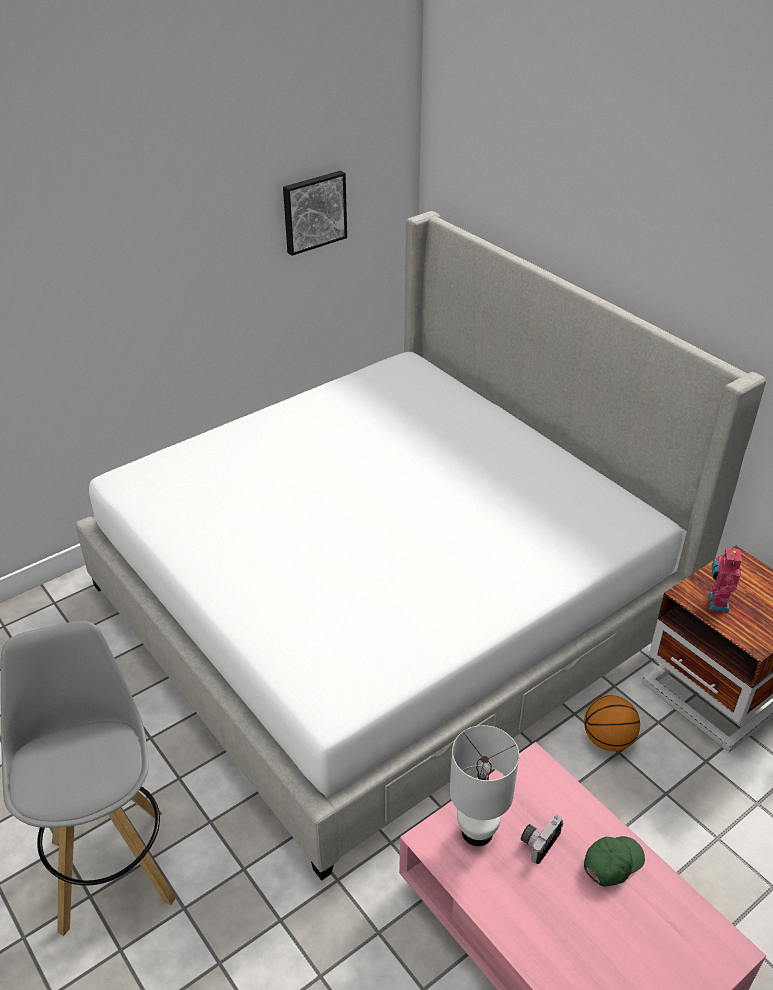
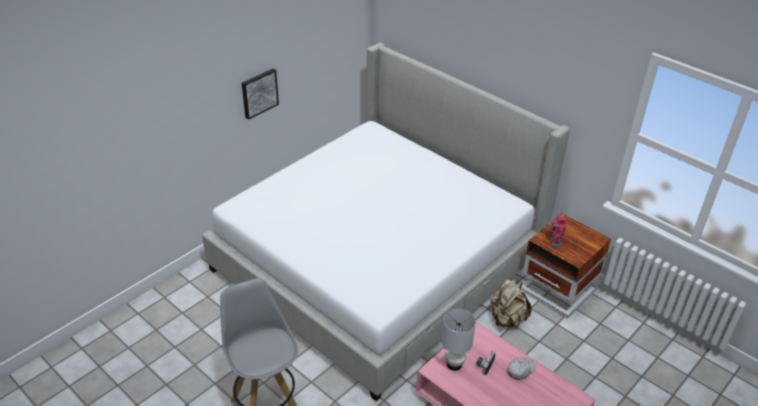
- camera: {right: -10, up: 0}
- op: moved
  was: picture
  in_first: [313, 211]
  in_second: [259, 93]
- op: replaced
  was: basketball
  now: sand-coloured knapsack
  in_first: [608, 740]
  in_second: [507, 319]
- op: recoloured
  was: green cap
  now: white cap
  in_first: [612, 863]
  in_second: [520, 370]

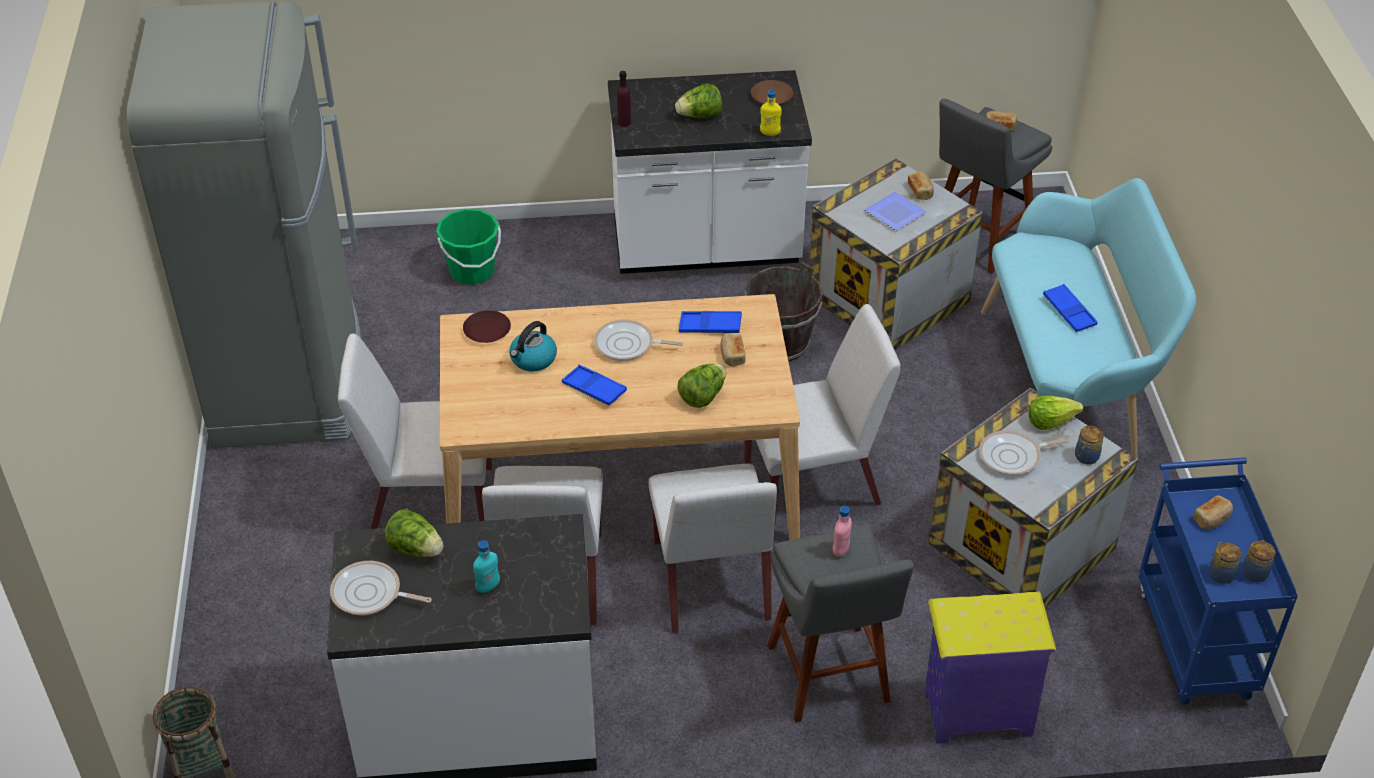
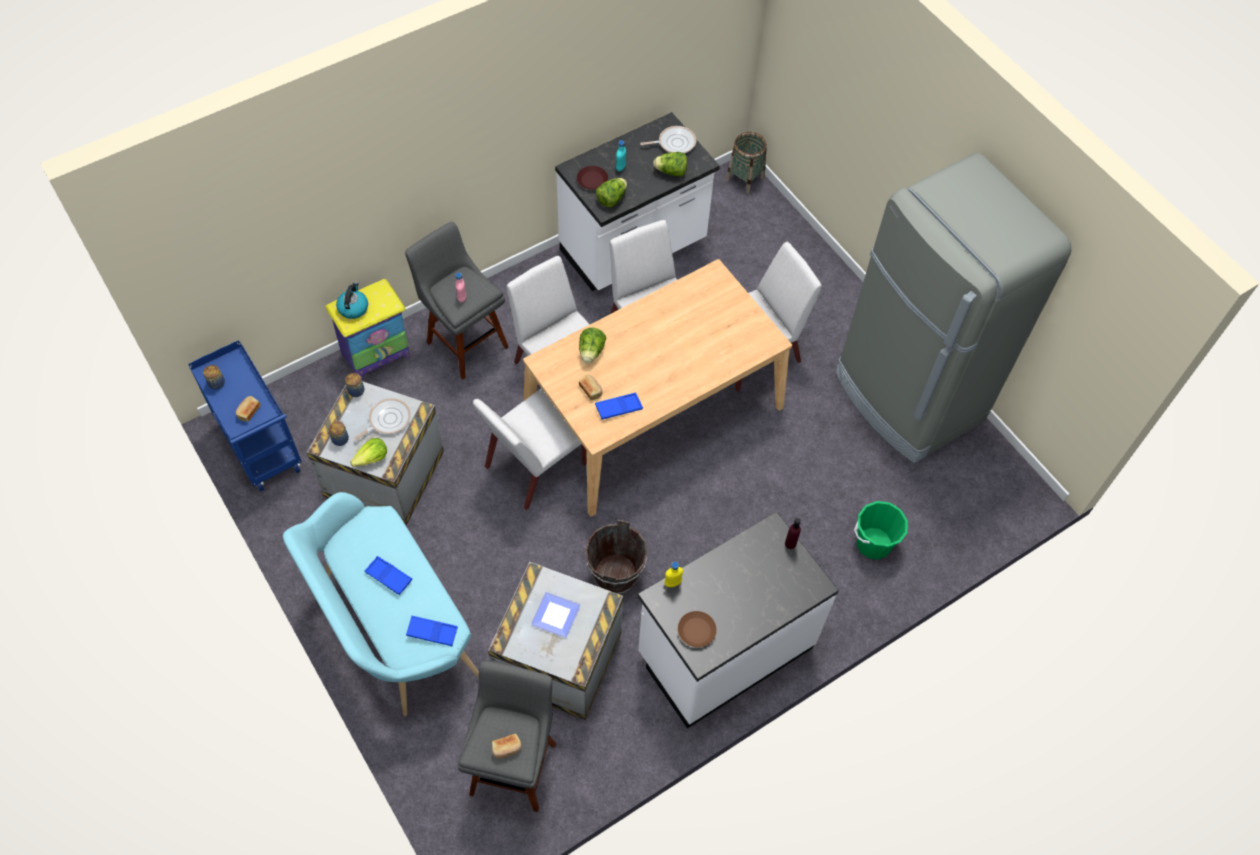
- camera: {right: 150, up: 15}
- op: moved
  was: head of lettuce
  in_first: [700, 115]
  in_second: [611, 199]
- op: removed
  was: baked bread
  in_first: [920, 191]
- op: moved
  was: brown-coloured plate
  in_first: [486, 331]
  in_second: [592, 180]
- op: removed
  was: frying pan
  in_first: [627, 345]
- op: moved
  was: water kettle
  in_first: [533, 359]
  in_second: [353, 308]
- op: moved
  was: blue-coloured tray
  in_first: [594, 389]
  in_second: [432, 632]
- op: moved
  was: preserve jar
  in_first: [1220, 573]
  in_second: [357, 391]

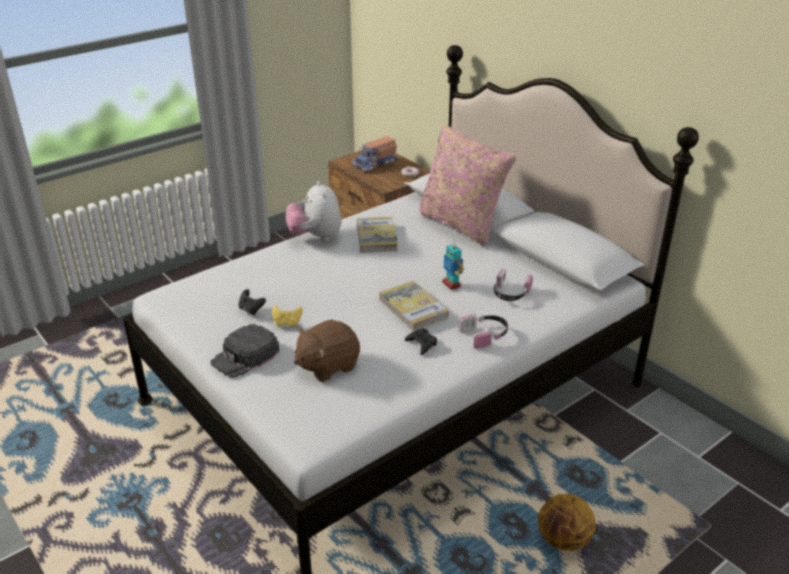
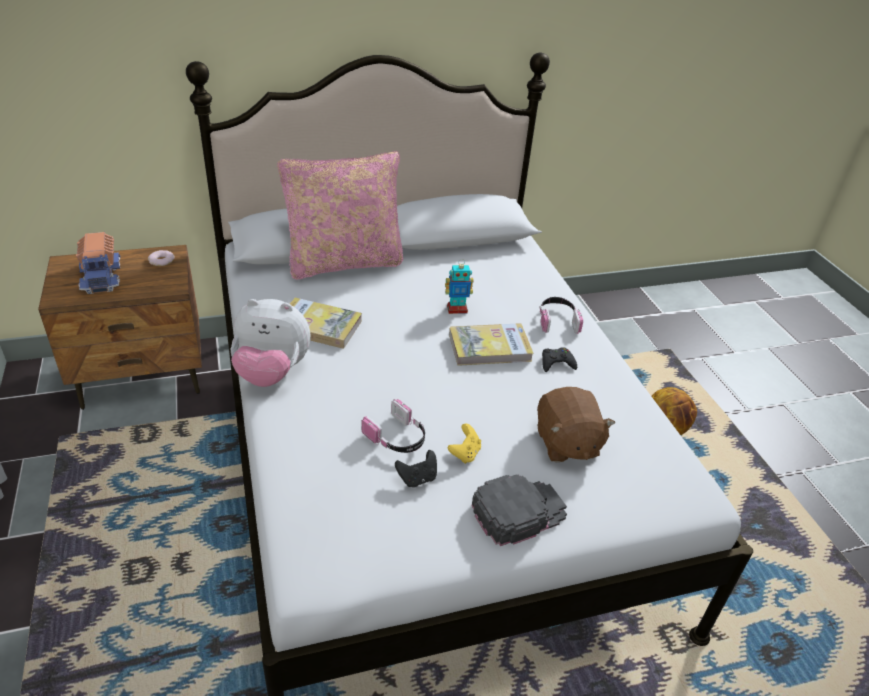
- camera: {right: -70, up: 5}
- op: moved
  was: headset
  in_first: [510, 293]
  in_second: [397, 438]
- op: turned
  was: black-coloured cap
  in_first: [245, 356]
  in_second: [518, 511]
  clockwise: -90

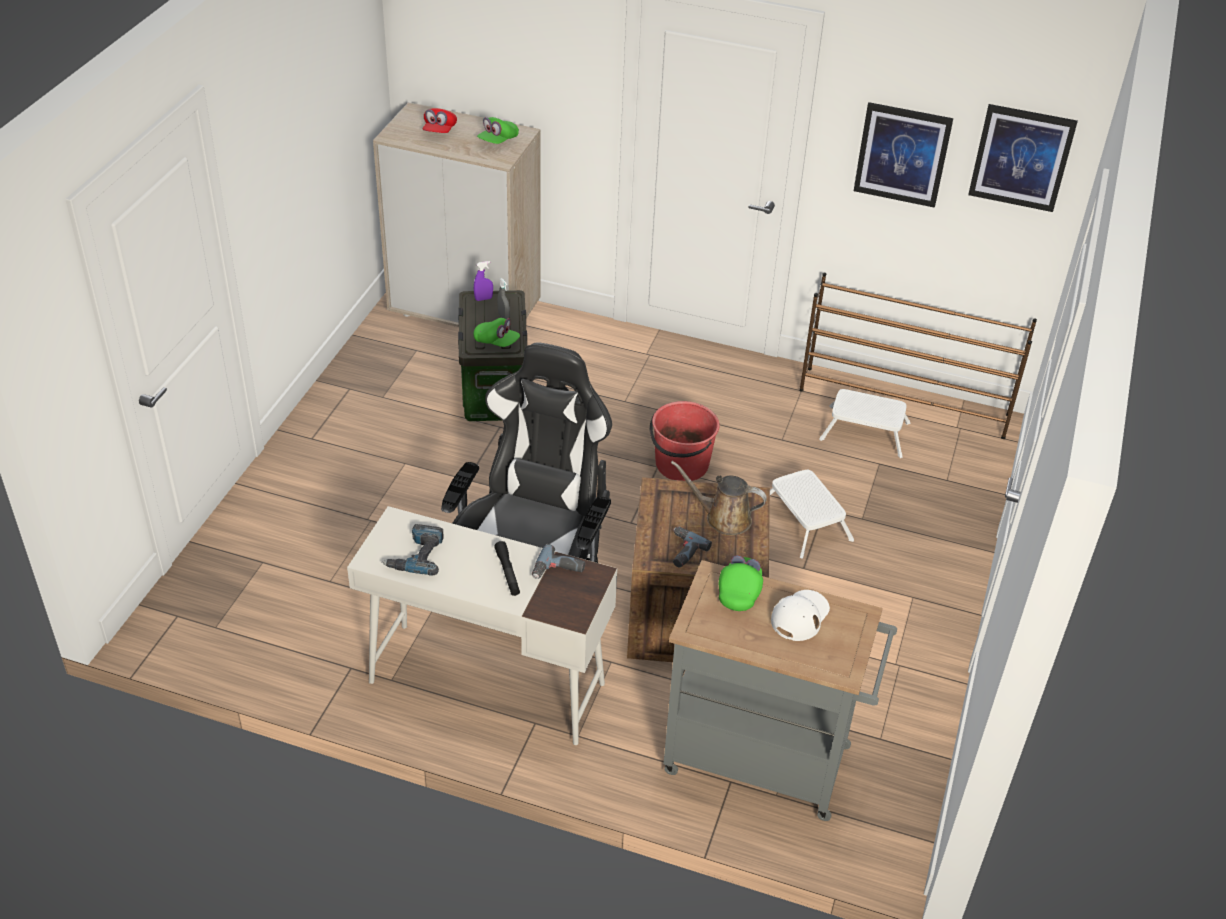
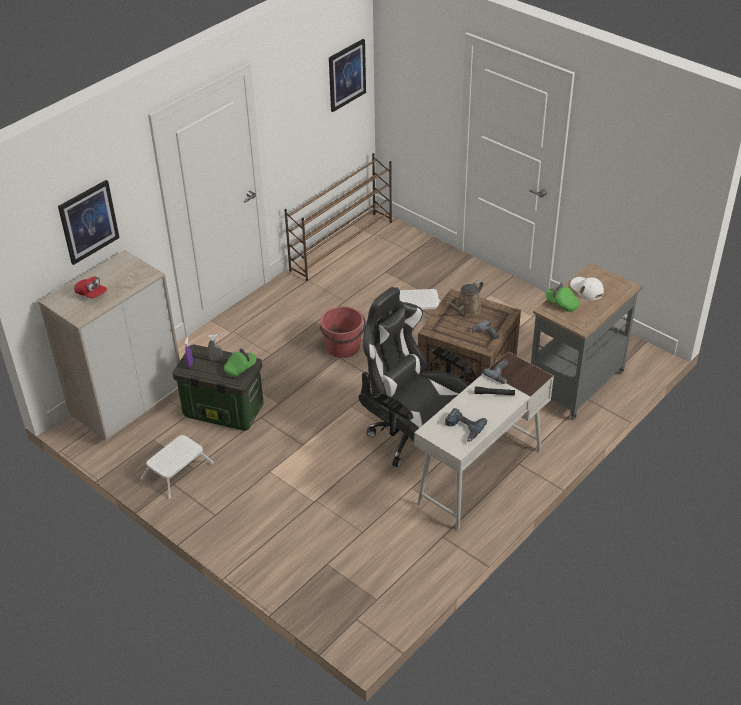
- camera: {right: -65, up: 0}
- op: moved
  was: picture
  in_first: [902, 154]
  in_second: [88, 221]
- op: removed
  was: green cap
  in_first: [498, 141]
- op: moved
  was: white step stool
  in_first: [865, 431]
  in_second: [177, 471]

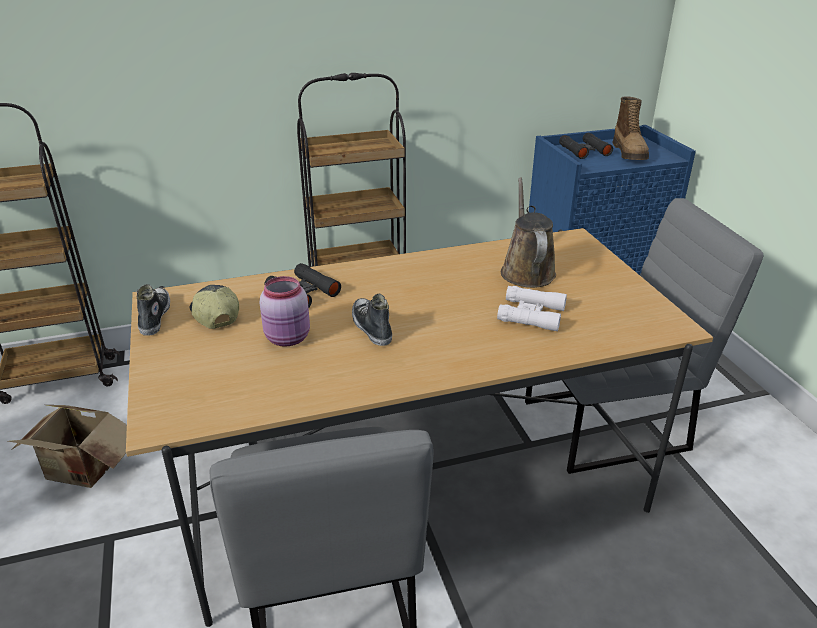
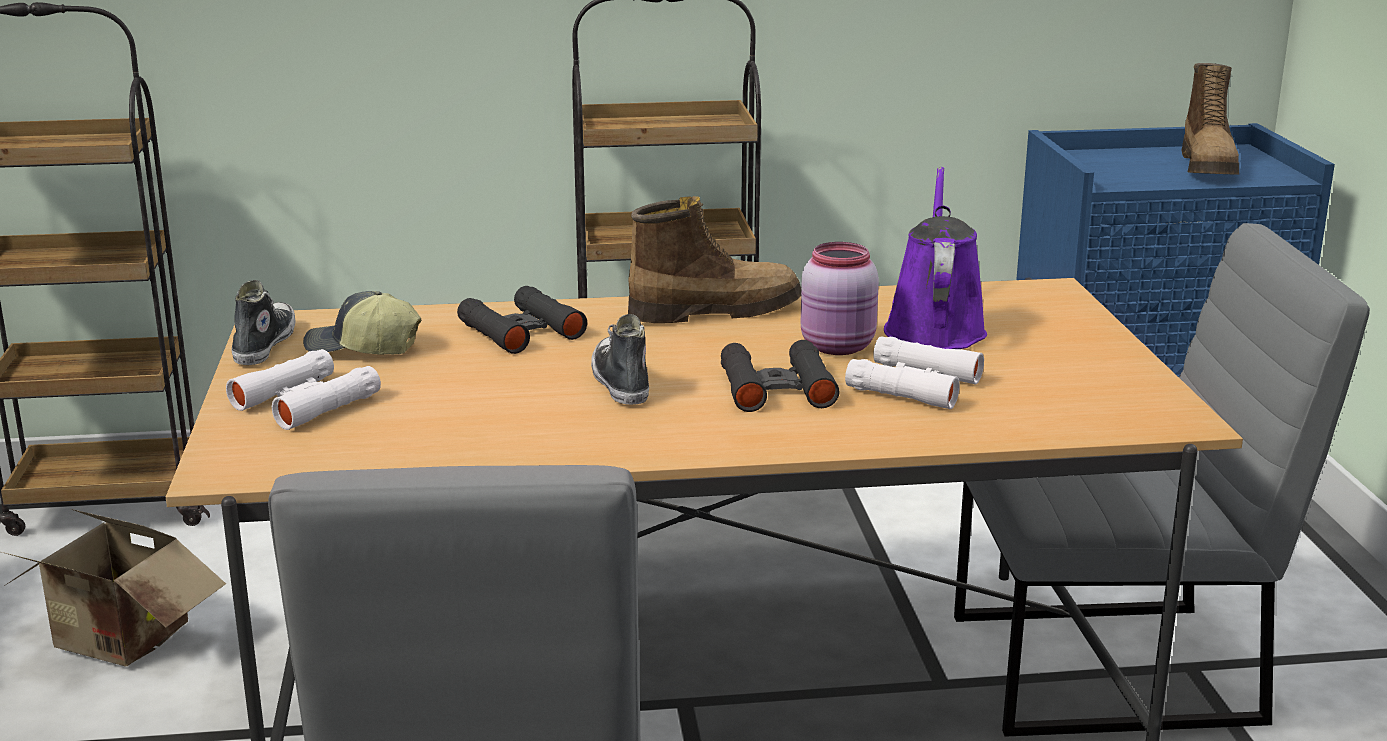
- camera: {right: 10, up: -10}
- op: moved
  was: black-coloured field glasses
  in_first: [584, 151]
  in_second: [776, 388]
- op: recoloured
  was: brown-coloured watering can
  now: purple-coloured watering can
  in_first: [526, 271]
  in_second: [934, 328]
- op: moved
  was: pink-coloured preserve jar
  in_first: [289, 338]
  in_second: [839, 347]
- op: turned
  was: cap
  in_first: [214, 315]
  in_second: [362, 349]
  clockwise: -60
- op: added
  now: high-top boot
  in_second: [714, 311]
- op: added
  now: white field glasses
  in_second: [306, 402]

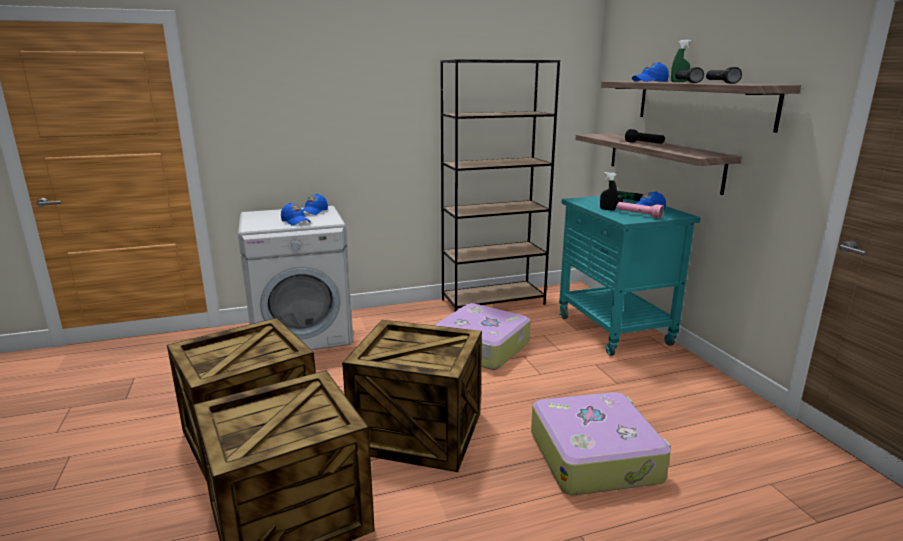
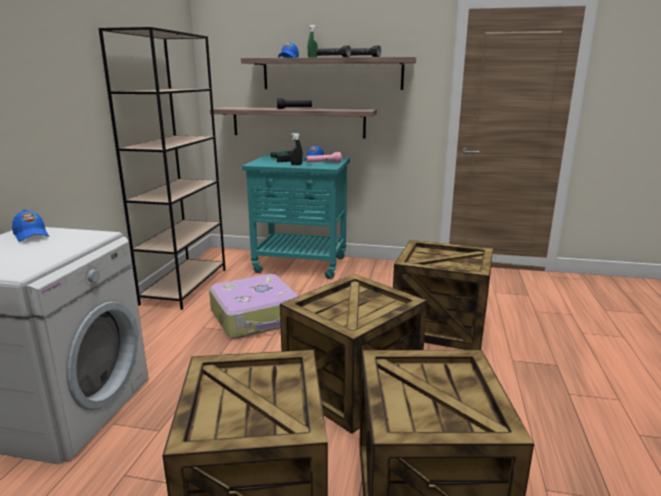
- camera: {right: -60, up: 0}
- op: removed
  was: blue-coloured cap
  in_first: [295, 222]
- op: replaced
  was: suitcase
  now: packing crate
  in_first: [595, 456]
  in_second: [439, 326]

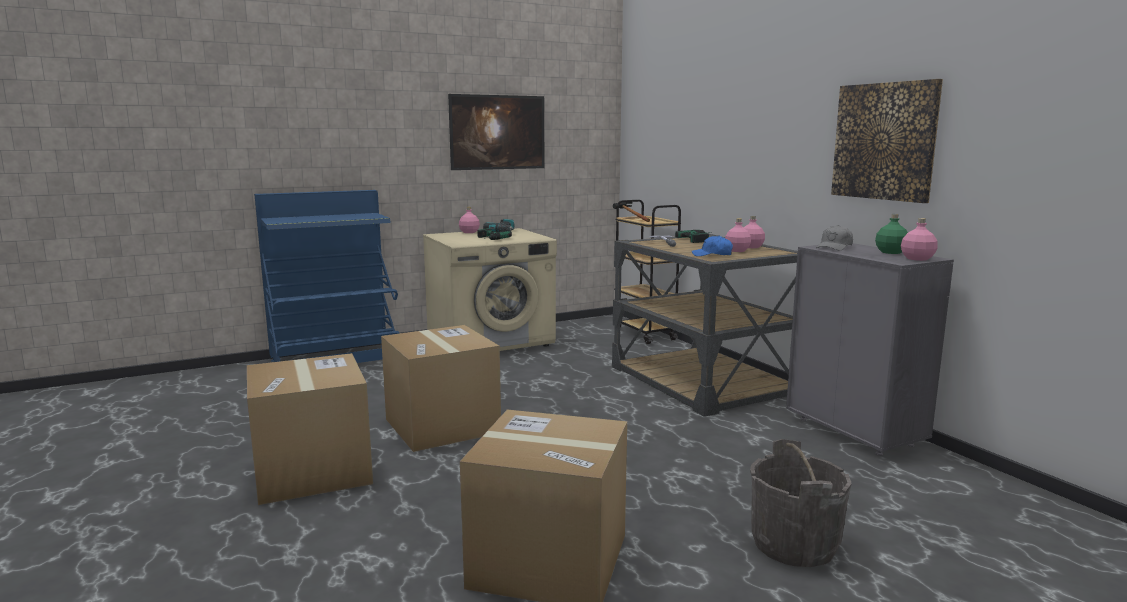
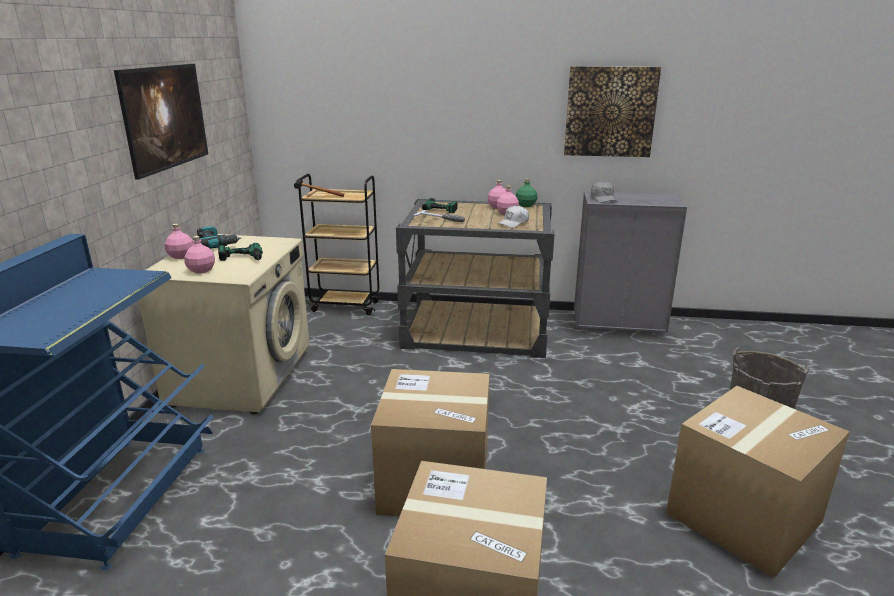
- camera: {right: -55, up: 10}
- op: moved
  was: green drink bottle
  in_first: [891, 252]
  in_second: [526, 205]
- op: moved
  was: pink-coloured drink bottle
  in_first: [917, 259]
  in_second: [201, 270]
- op: recoloured
  was: blue-coloured cap
  now: white cap
  in_first: [712, 255]
  in_second: [513, 223]

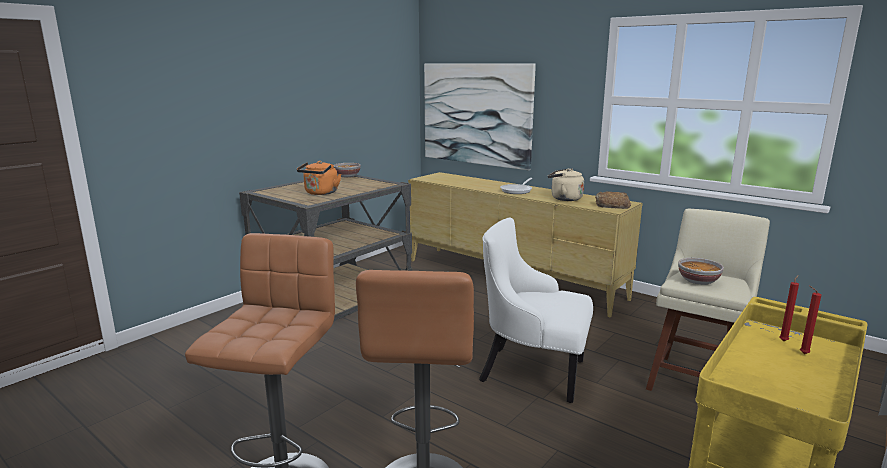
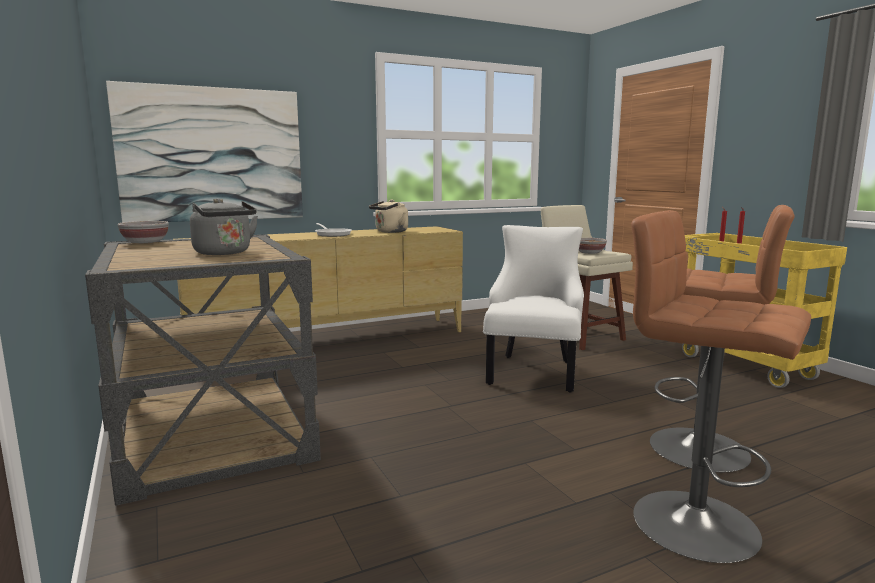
- camera: {right: -65, up: -5}
- op: recoloured
  was: orange-coloured water kettle
  now: greyish water kettle
  in_first: [320, 193]
  in_second: [225, 253]
- op: removed
  was: baked bread
  in_first: [612, 205]
- op: turned
  was: white chair
  in_first: [534, 373]
  in_second: [533, 374]
  clockwise: 150

